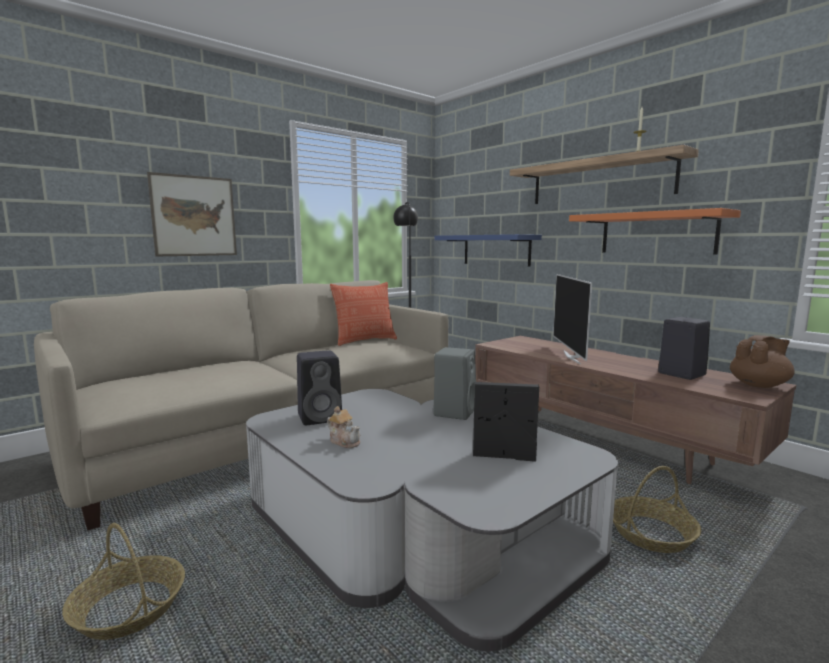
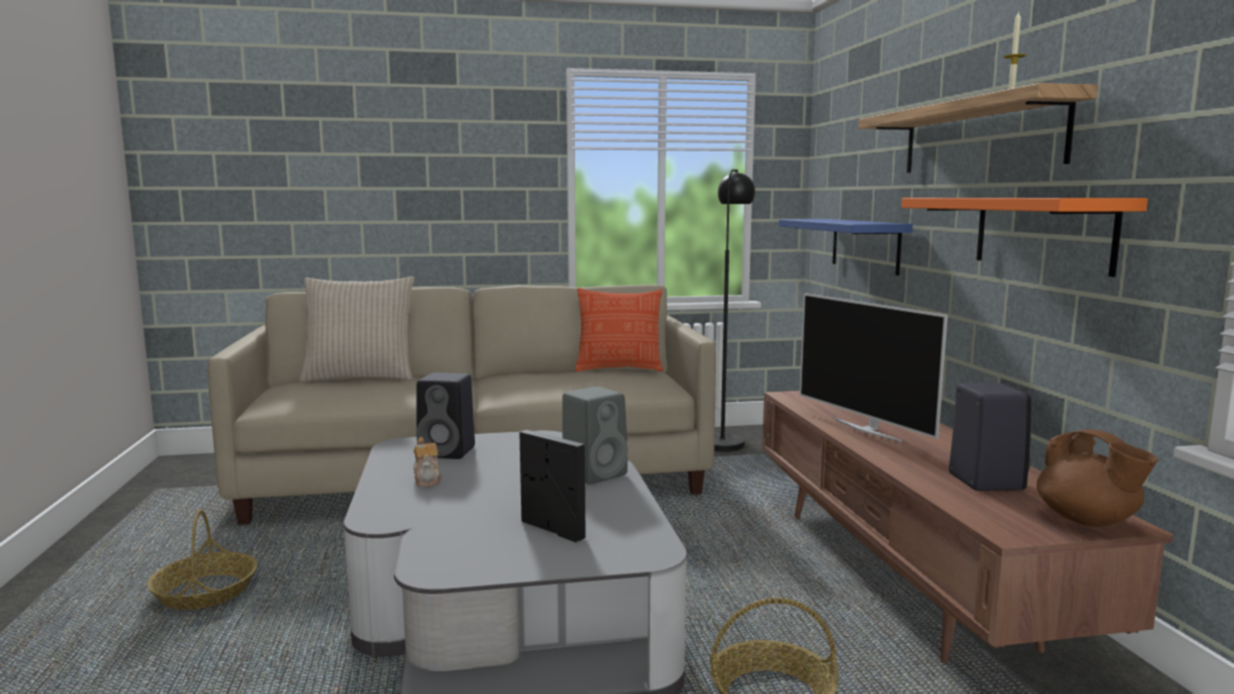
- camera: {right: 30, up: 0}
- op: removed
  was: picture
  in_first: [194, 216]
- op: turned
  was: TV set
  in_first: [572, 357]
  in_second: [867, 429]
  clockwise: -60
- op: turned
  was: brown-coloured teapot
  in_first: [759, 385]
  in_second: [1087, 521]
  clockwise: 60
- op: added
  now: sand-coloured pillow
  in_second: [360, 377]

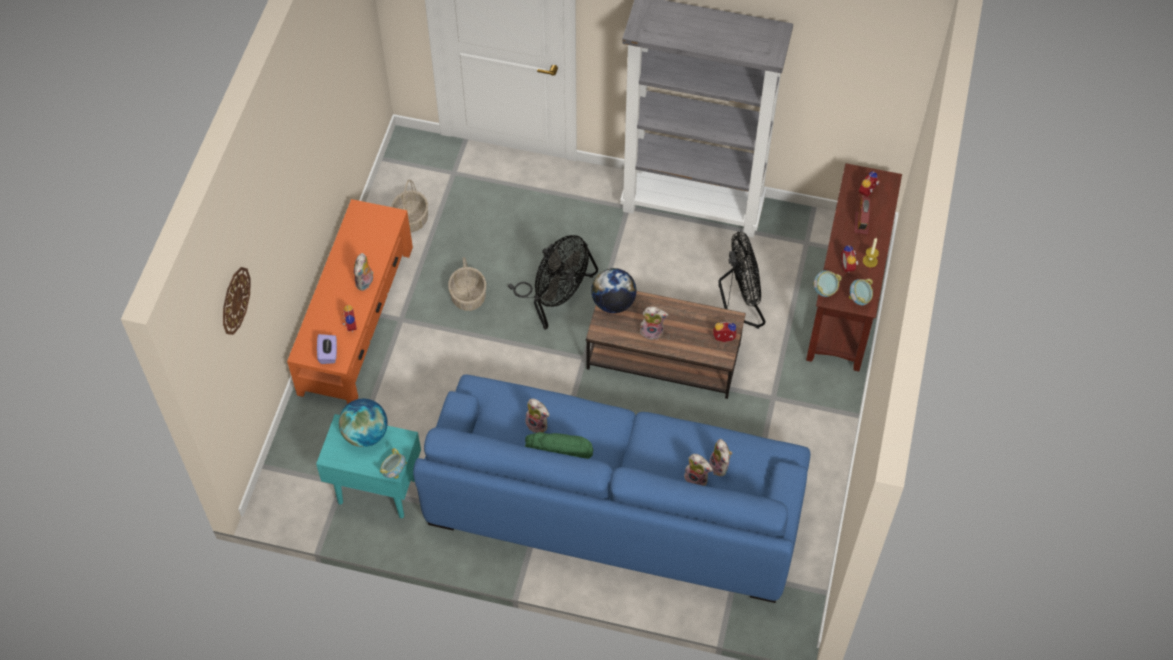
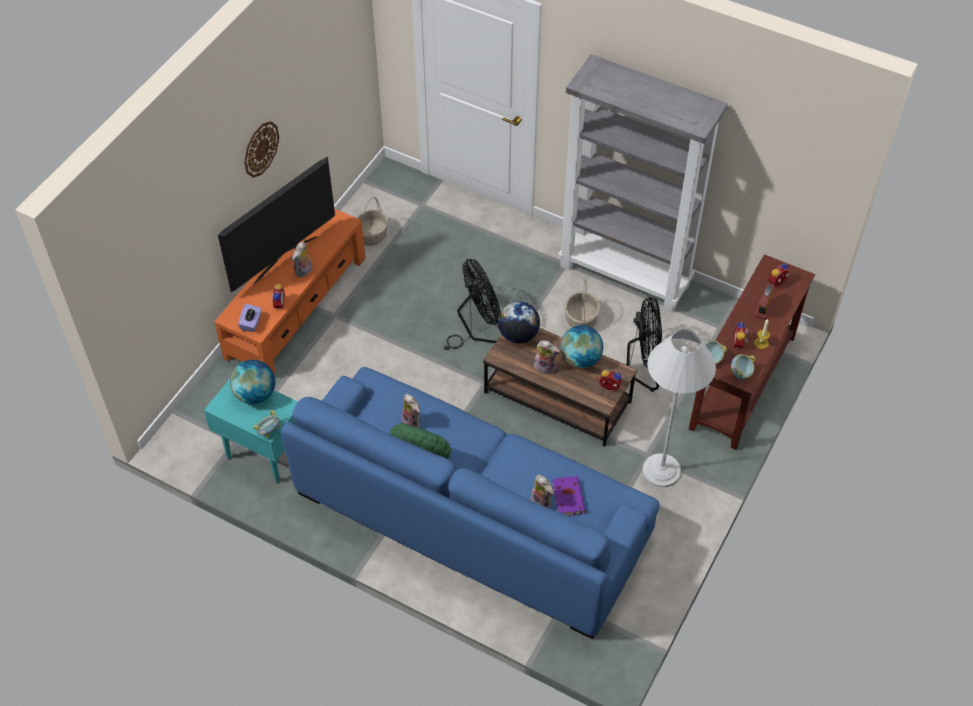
- camera: {right: 15, up: -5}
- op: turned
  was: black-coloured cooling fan
  in_first: [554, 296]
  in_second: [475, 324]
  clockwise: -75
- op: moved
  was: storage basket
  in_first: [468, 297]
  in_second: [581, 319]
- op: moved
  was: hanging clock
  in_first: [235, 300]
  in_second: [260, 149]
- op: replaced
  was: plush toy
  now: purple-coloured book
  in_first: [720, 467]
  in_second: [567, 497]
- op: added
  now: TV set
  in_second: [284, 259]
- op: added
  now: desk globe
  in_second: [580, 359]
- op: added
  now: white standing lamp
  in_second: [661, 471]

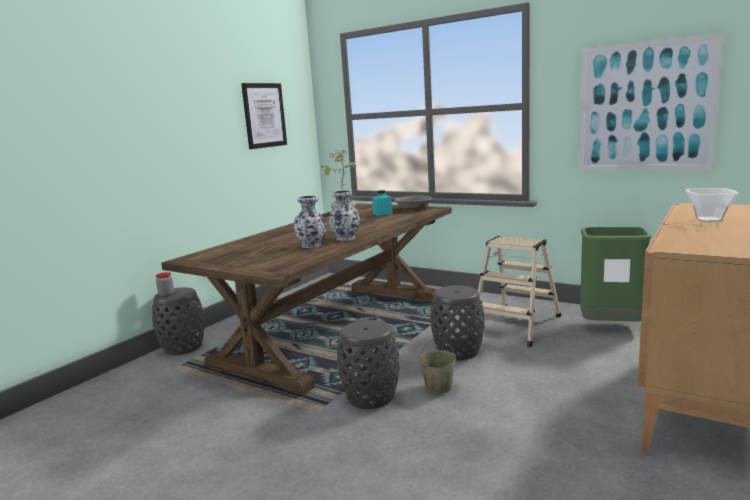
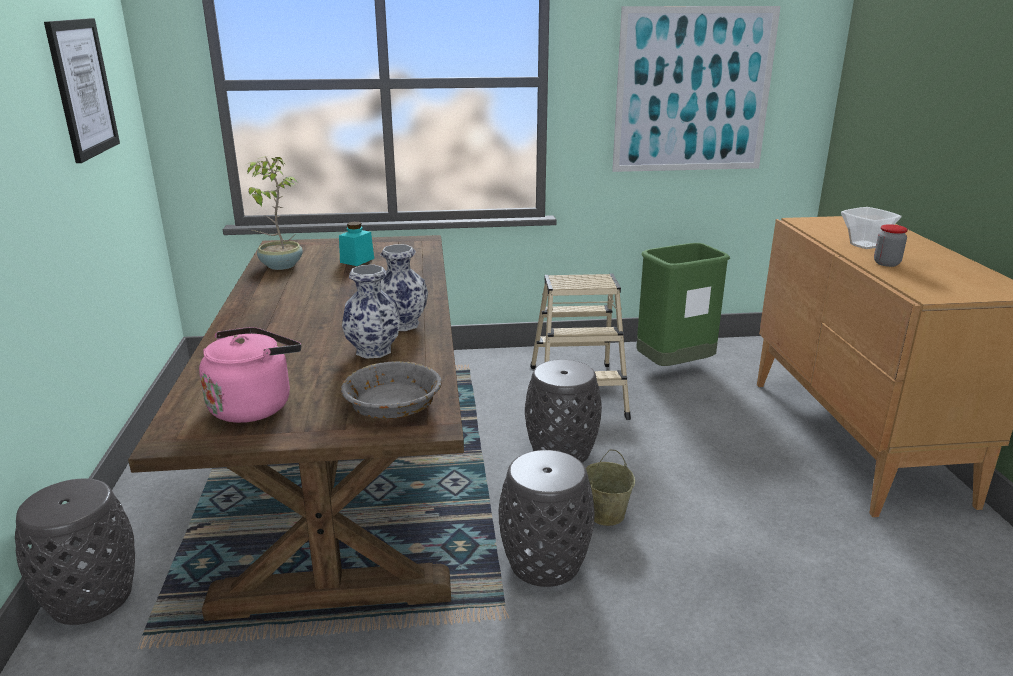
- camera: {right: -40, up: 10}
- op: moved
  was: greyish serving bowl
  in_first: [413, 208]
  in_second: [393, 406]
- op: moved
  was: preserve jar
  in_first: [166, 295]
  in_second: [886, 263]
- op: added
  now: pink-coloured water kettle
  in_second: [254, 405]

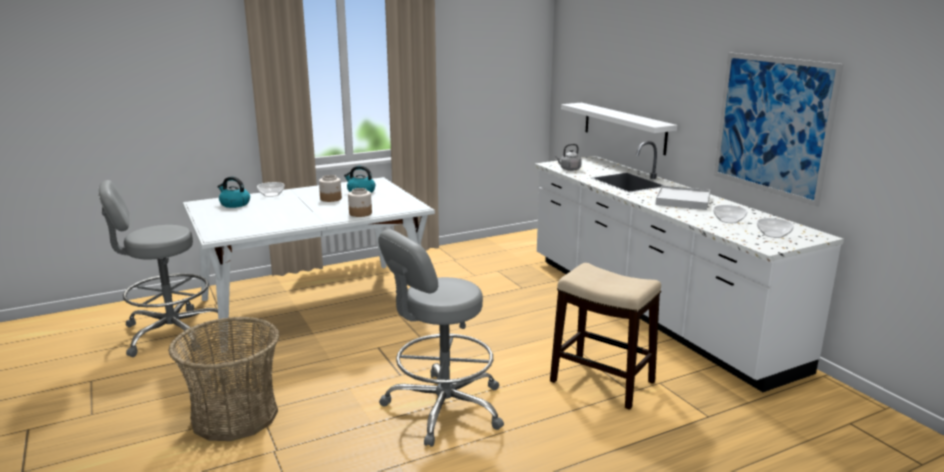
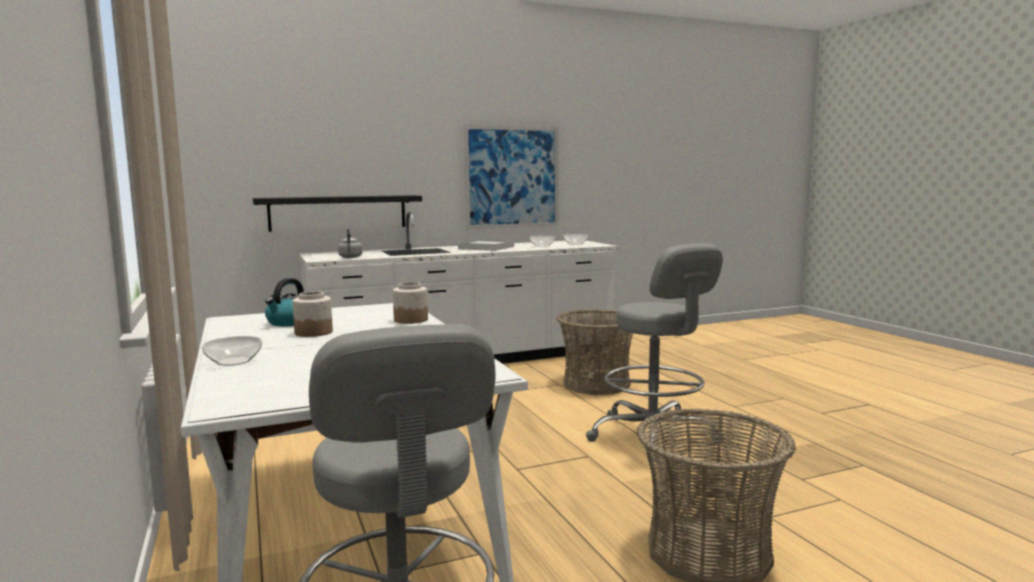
- camera: {right: -85, up: -10}
- op: recoloured
  was: white wall shelf
  now: black-coloured wall shelf
  in_first: [624, 127]
  in_second: [338, 212]
- op: removed
  was: water kettle
  in_first: [234, 204]
- op: replaced
  was: sitting stool
  now: storage basket
  in_first: [603, 382]
  in_second: [596, 384]

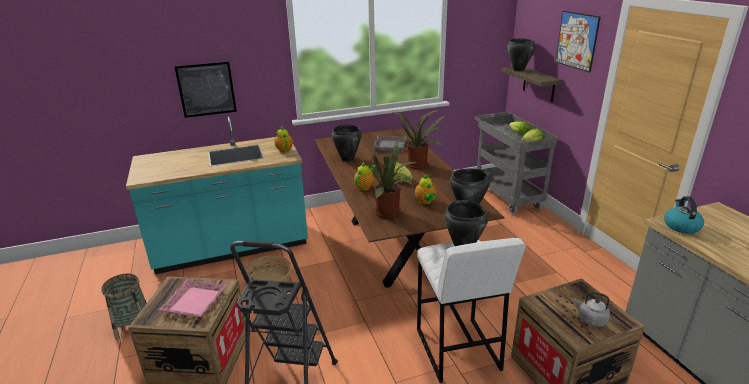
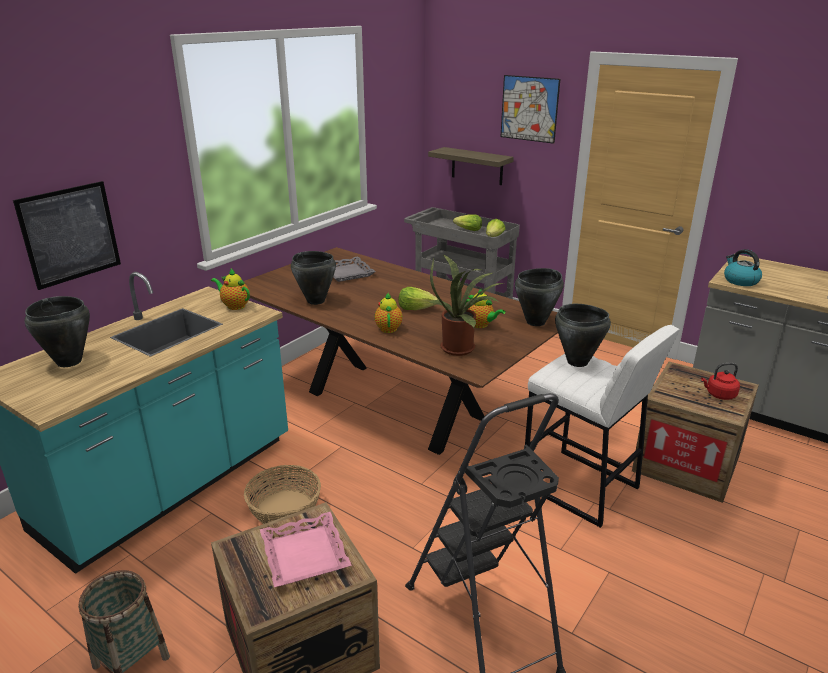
- camera: {right: -35, up: 0}
- op: moved
  was: black-coloured stockpot
  in_first: [518, 70]
  in_second: [69, 362]
- op: removed
  was: potted plant
  in_first: [418, 164]
- op: recoloured
  was: greyish water kettle
  now: red water kettle
  in_first: [590, 320]
  in_second: [719, 395]

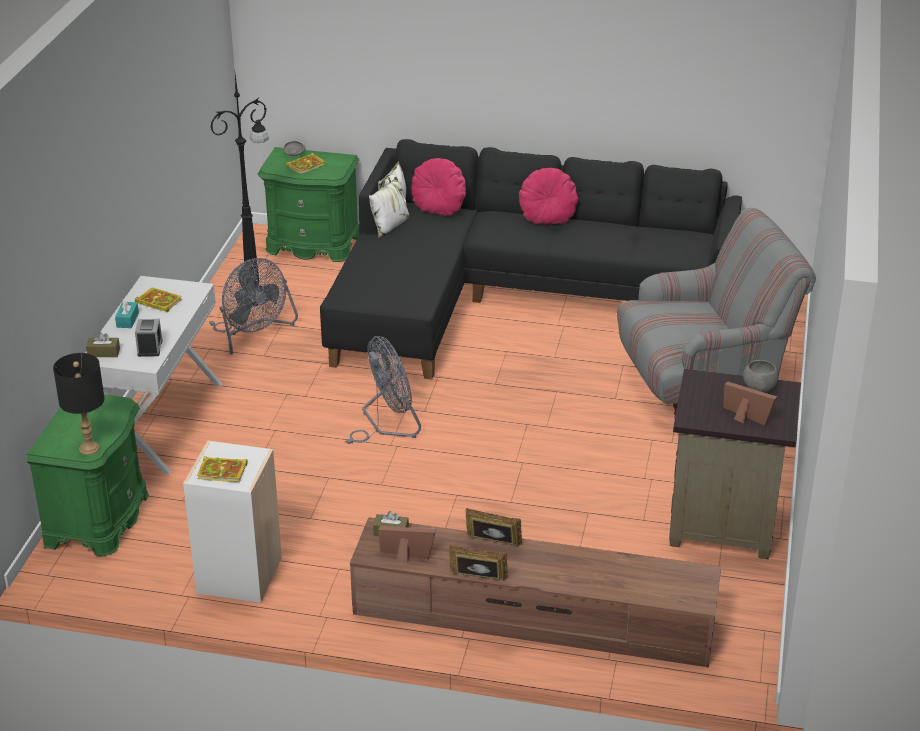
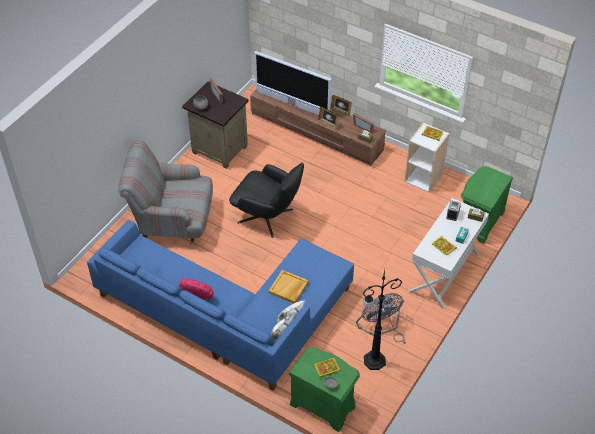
- camera: {right: -160, up: 15}
- op: recoloured
  was: black-coloured settee
  now: blue-coloured settee
  in_first: [508, 298]
  in_second: [229, 315]
- op: removed
  was: pink-coloured pillow
  in_first: [439, 210]
- op: removed
  was: greyish cooling fan
  in_first: [383, 421]
- op: removed
  was: black-coloured tabletop lamp
  in_first: [89, 448]
- op: added
  now: TV set
  in_second: [292, 104]
- op: added
  now: black-coloured easy chair
  in_second: [267, 217]
- op: added
  now: sand-coloured tray
  in_second: [288, 288]

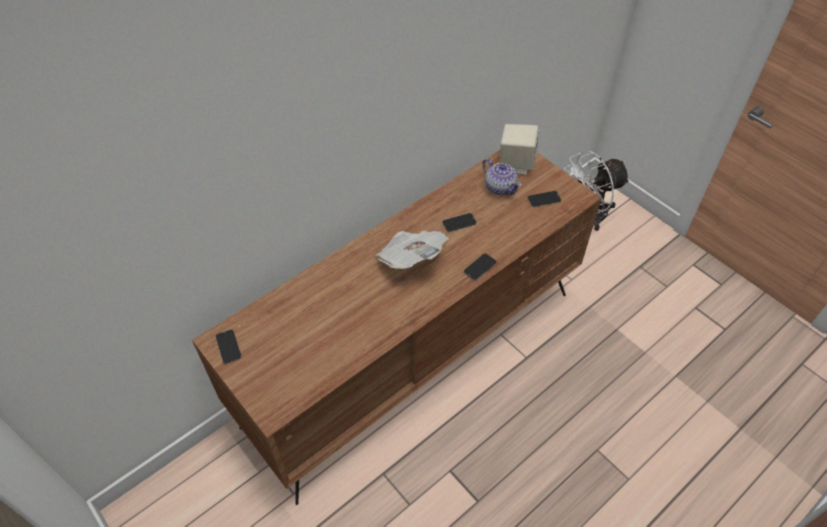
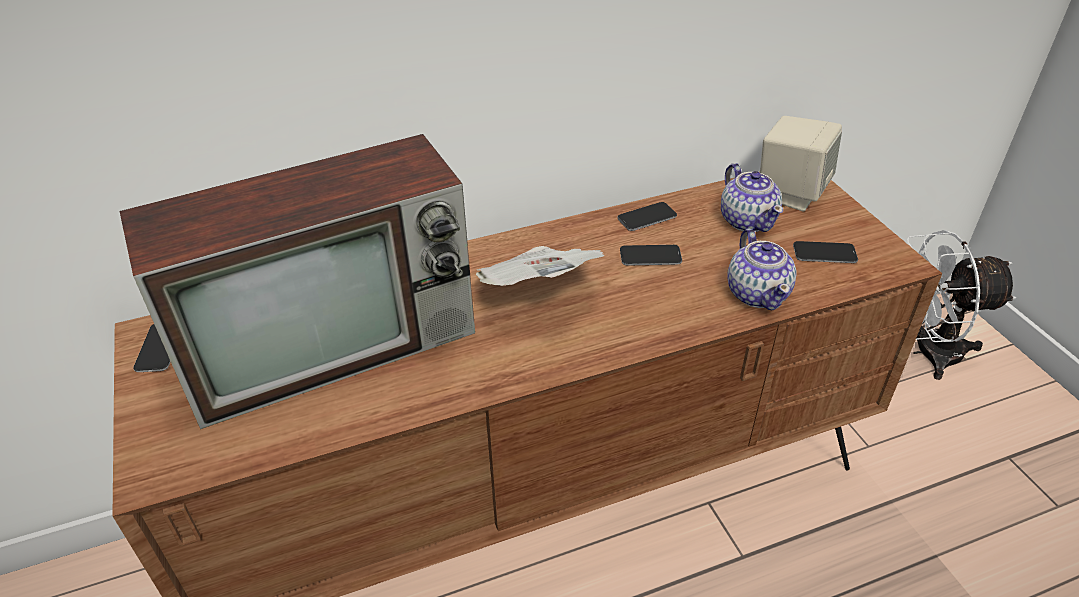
- camera: {right: 20, up: -10}
- op: moved
  was: telephone
  in_first: [480, 267]
  in_second: [646, 217]
- op: added
  now: TV set
  in_second: [336, 344]
- op: added
  now: teapot
  in_second: [757, 293]

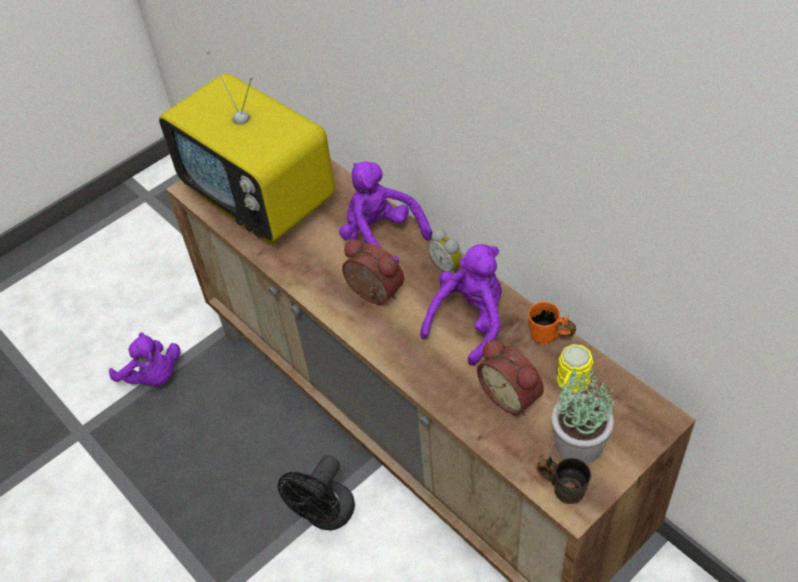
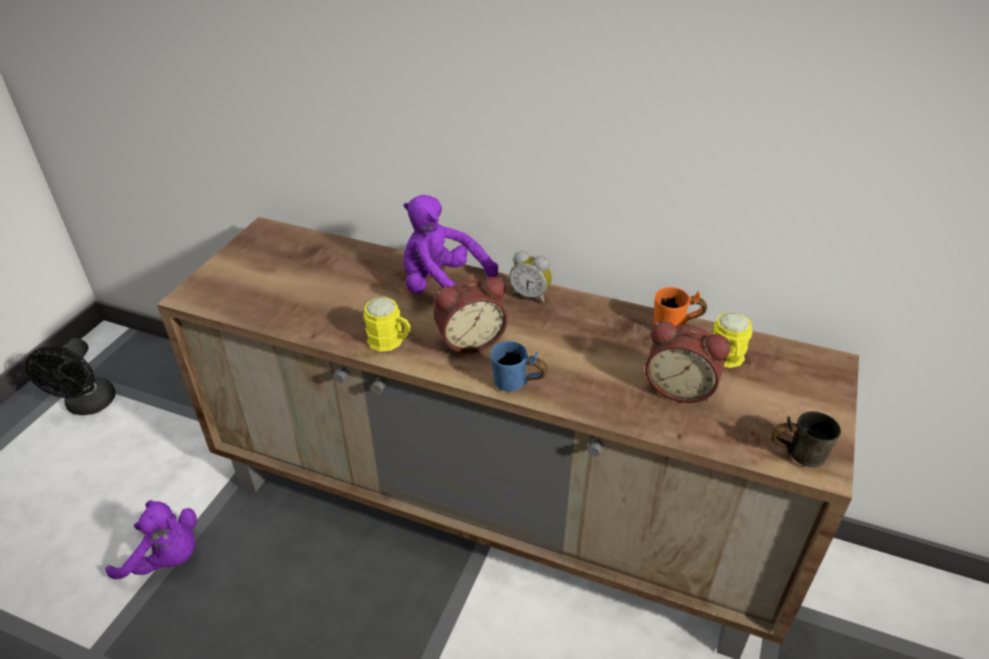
- camera: {right: -30, up: -10}
- op: removed
  was: TV set
  in_first: [262, 202]
- op: turned
  was: bedside clock
  in_first: [373, 295]
  in_second: [469, 339]
  clockwise: 150
- op: removed
  was: purple-coloured plush toy
  in_first: [469, 322]
- op: removed
  was: potted plant
  in_first: [578, 442]
- op: moved
  was: black-coloured cooling fan
  in_first: [325, 516]
  in_second: [88, 406]
- op: added
  now: yellow-coloured mug
  in_second: [391, 342]
- op: added
  now: blue-coloured mug
  in_second: [515, 387]

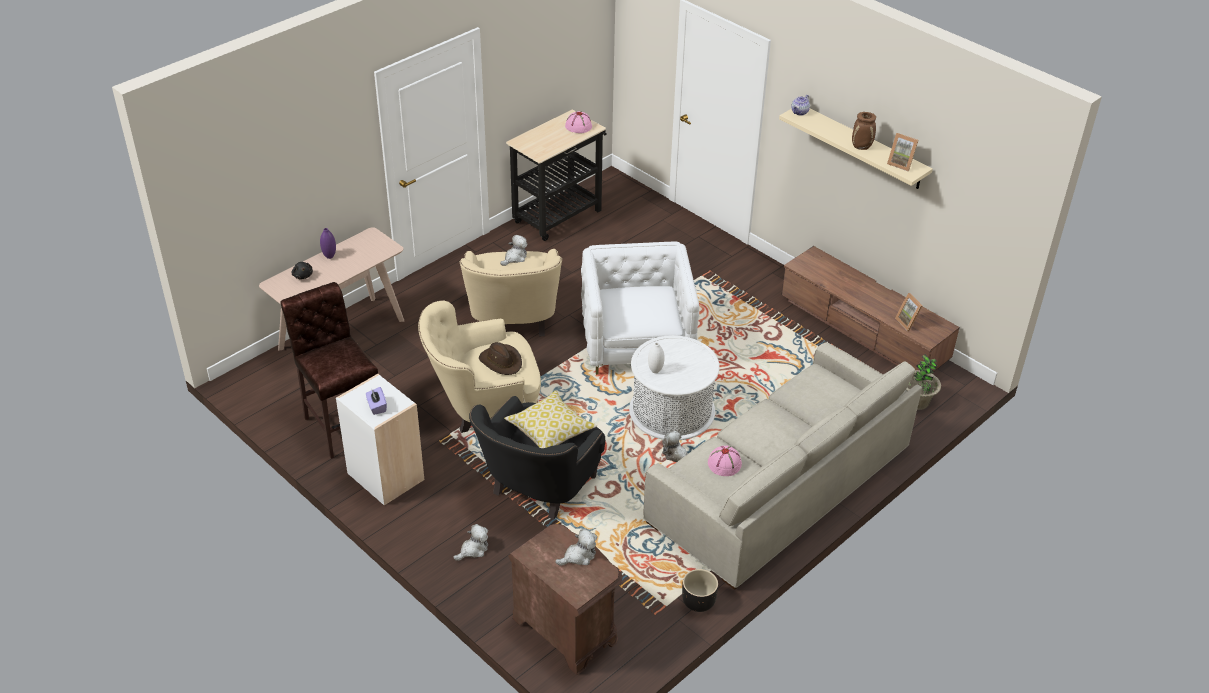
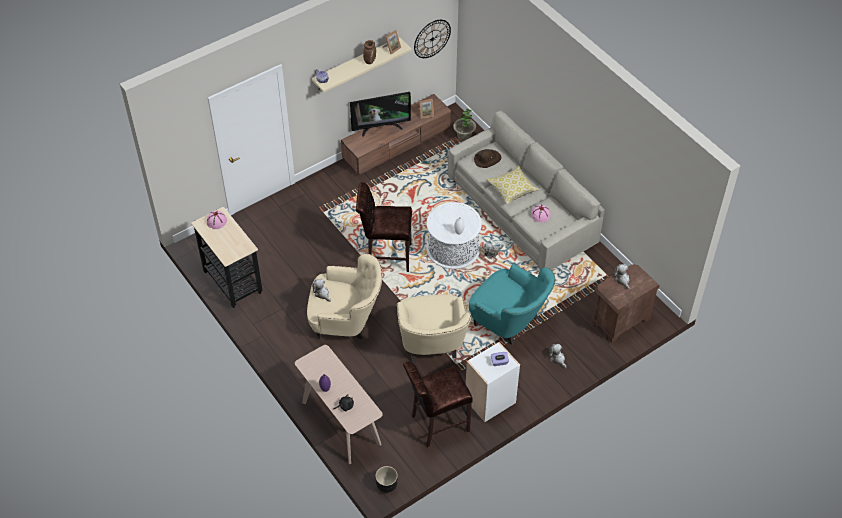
- camera: {right: -80, up: 10}
- op: replaced
  was: white easy chair
  now: brown-coloured sitting stool
  in_first: [637, 343]
  in_second: [386, 256]
- op: moved
  was: brown-coloured clothing hat
  in_first: [501, 361]
  in_second: [487, 159]
- op: moved
  was: pillow
  in_first: [550, 431]
  in_second: [512, 189]
- op: recoloured
  was: black-coloured easy chair
  now: blue-green easy chair
  in_first: [539, 486]
  in_second: [509, 321]
- op: moved
  was: black-coloured planter
  in_first: [698, 602]
  in_second: [387, 485]
- op: added
  now: hanging clock
  in_second: [432, 38]
- op: added
  now: TV set
  in_second: [380, 127]

